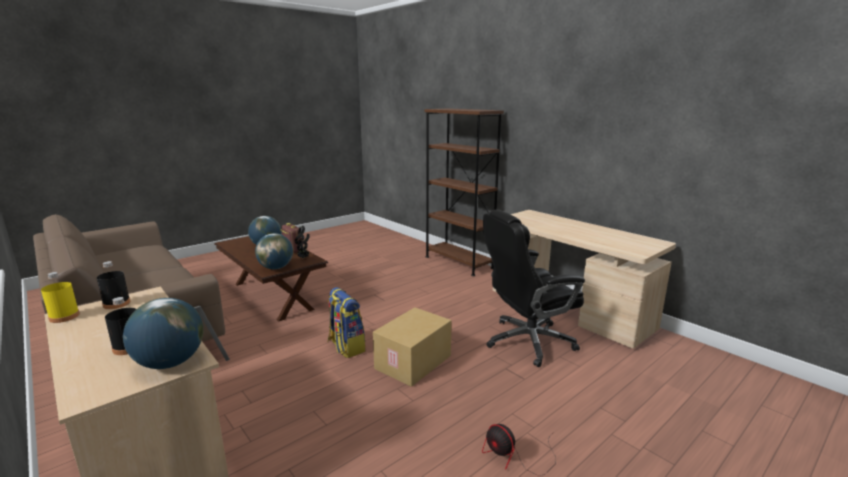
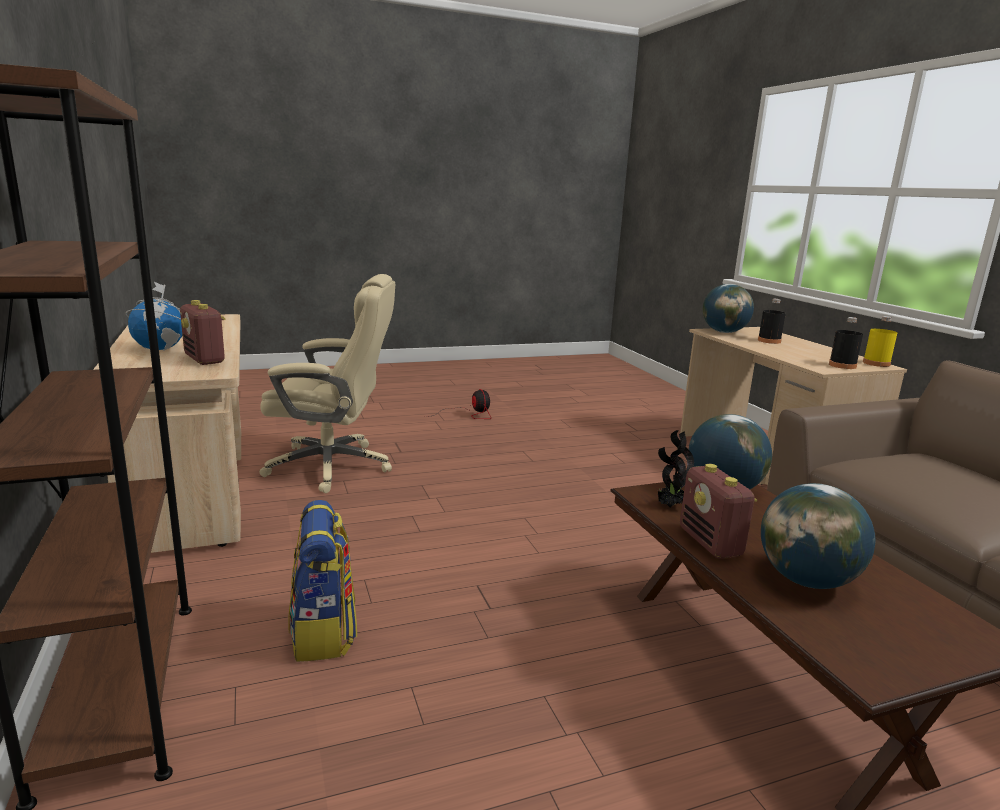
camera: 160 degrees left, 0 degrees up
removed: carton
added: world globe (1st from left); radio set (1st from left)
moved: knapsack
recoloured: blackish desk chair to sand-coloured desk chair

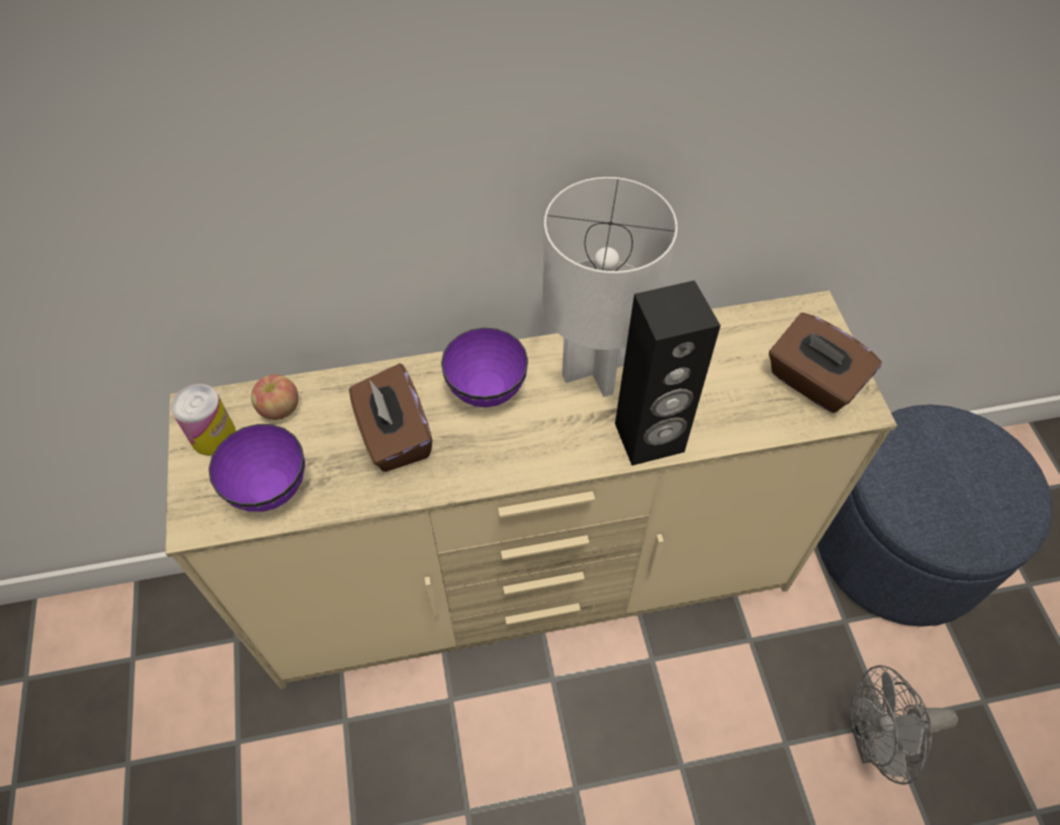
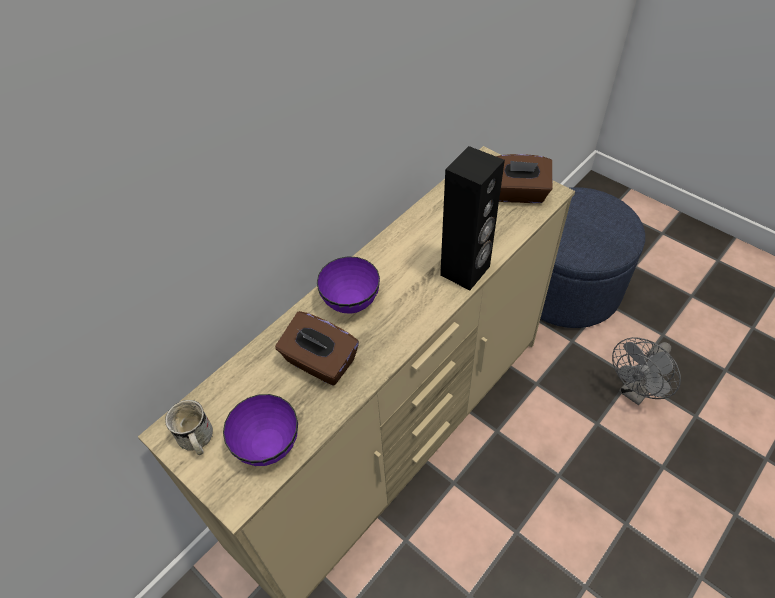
camera: 35 degrees left, 5 degrees down
removed: apple; white lamp for a table
replaced: sealed can to white mug

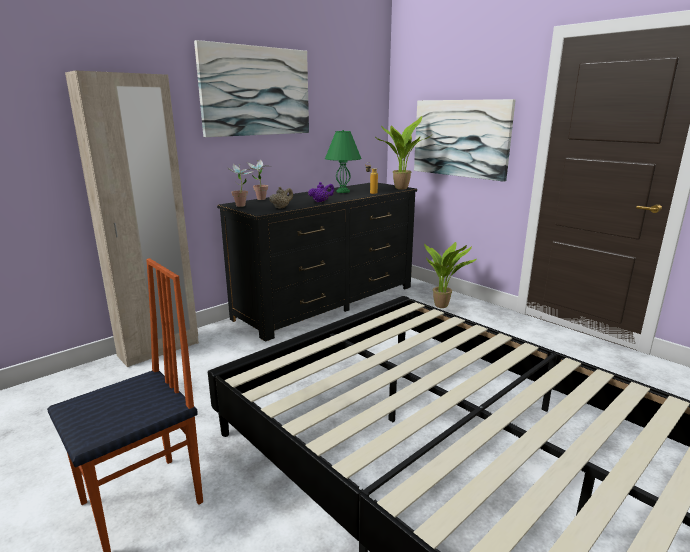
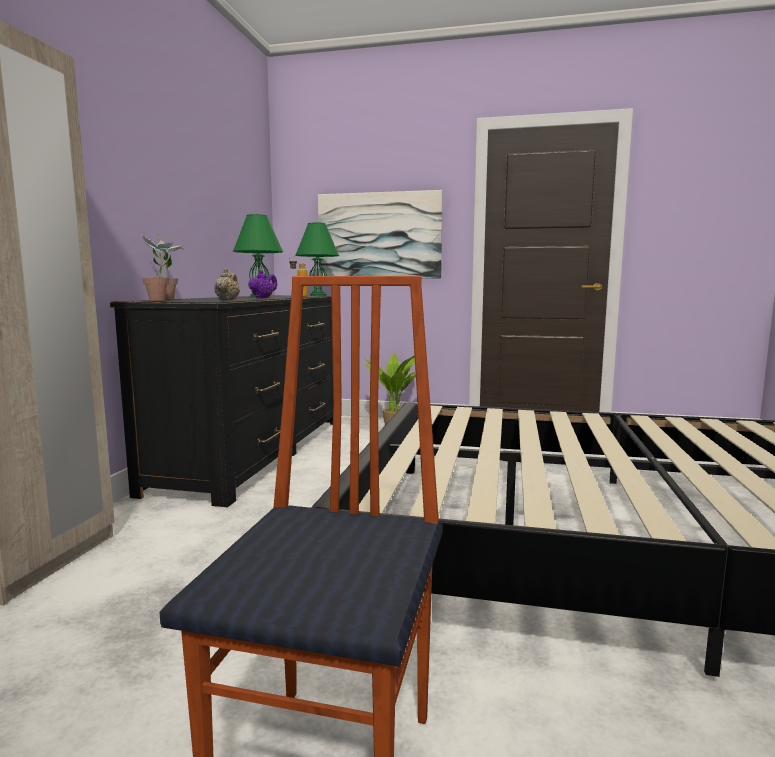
camera: 35 degrees left, 10 degrees down
removed: wall art (1st from left)
replaced: houseplant (3rd from left) to greenish lamp for a table (2nd from left)

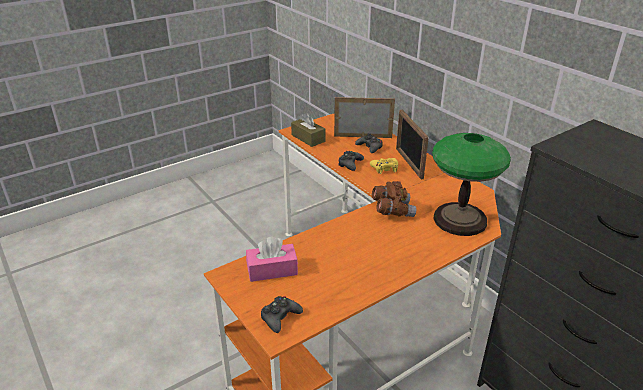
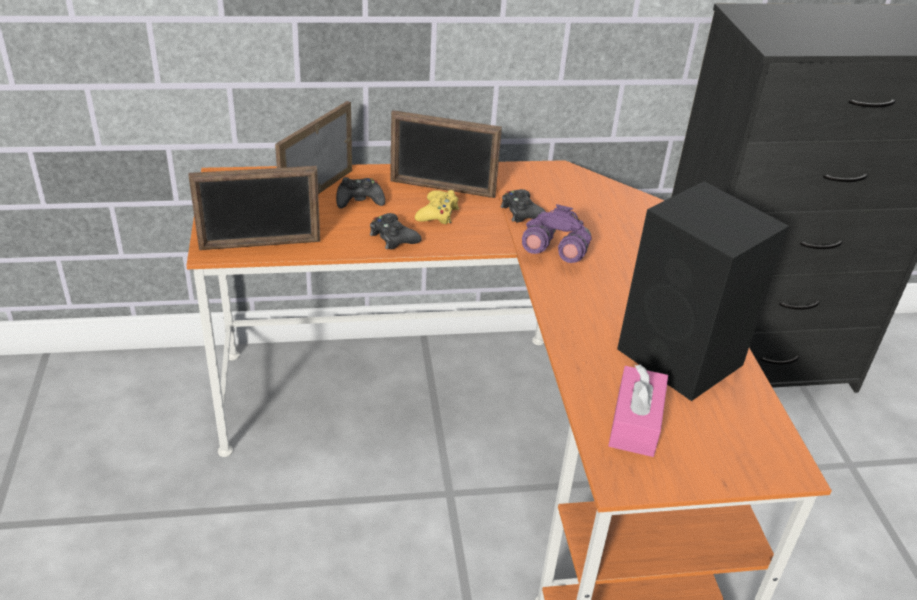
camera: 65 degrees left, 5 degrees up
removed: lamp for a table
added: blackish audio speaker
moved: blackish game controller (1st from left in the first image) to blackish game controller (3rd from left)
replaced: brown-coloured tissue box to picture frame (1st from left)
recoloured: brown-coloured field glasses to purplish field glasses

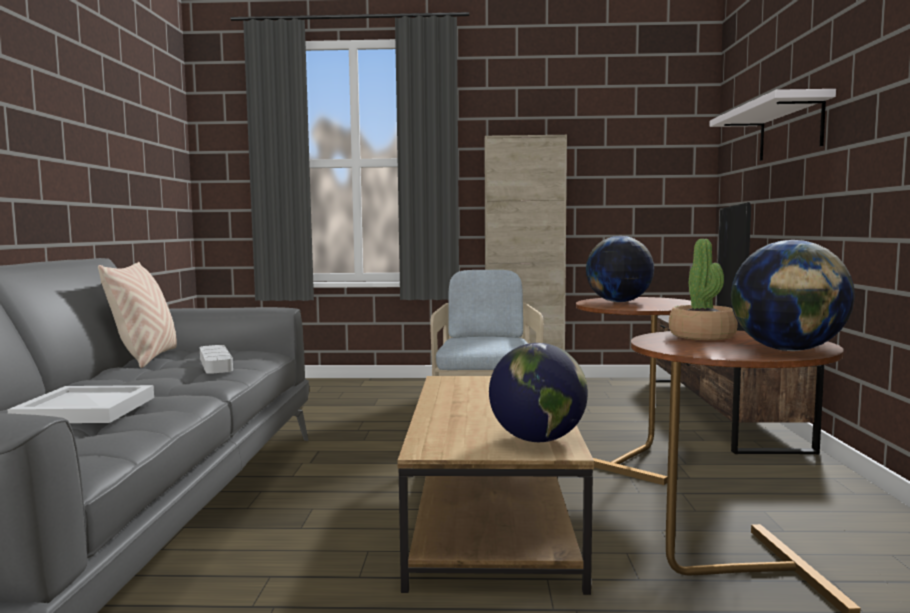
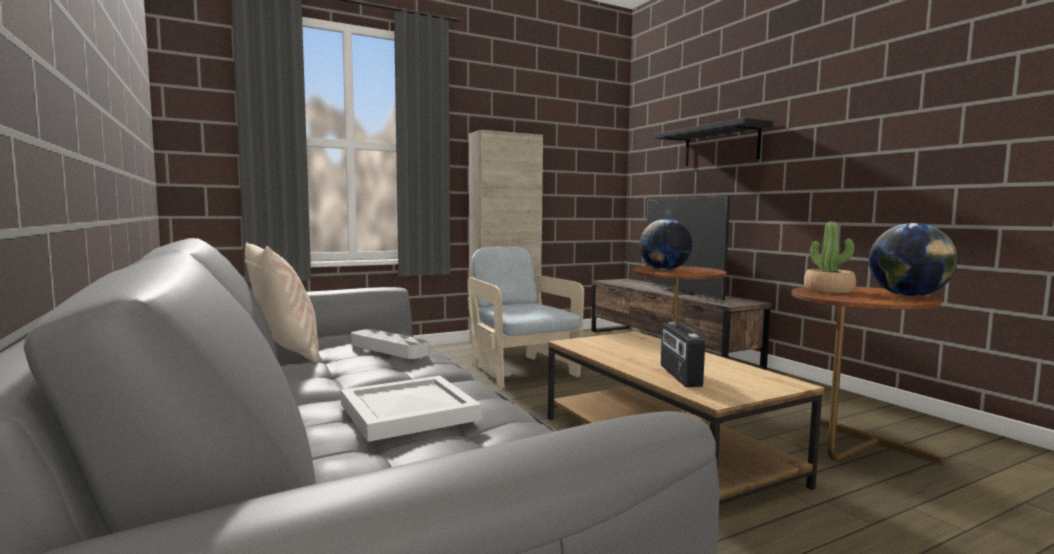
camera: 30 degrees left, 0 degrees up
removed: world globe (1st from left)
added: radio set
recoloured: white wall shelf to blackish wall shelf

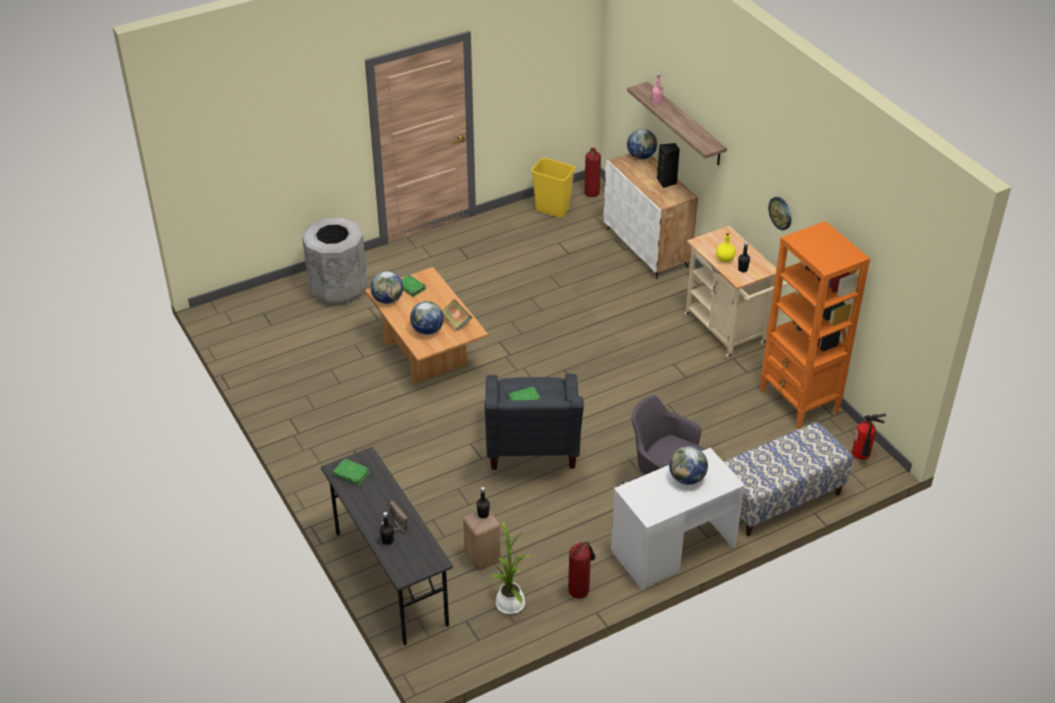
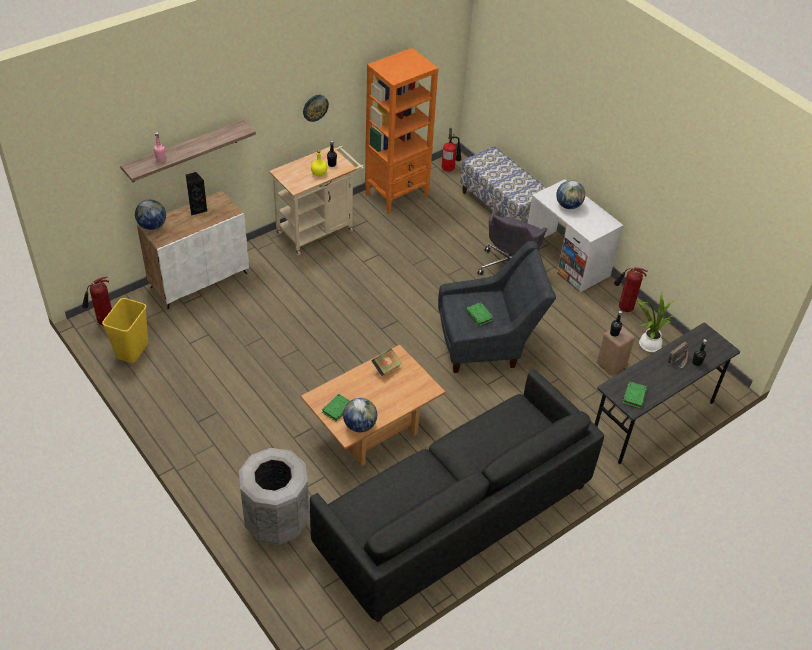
camera: 100 degrees left, 5 degrees up
removed: world globe (2nd from left)
added: blackish sofa

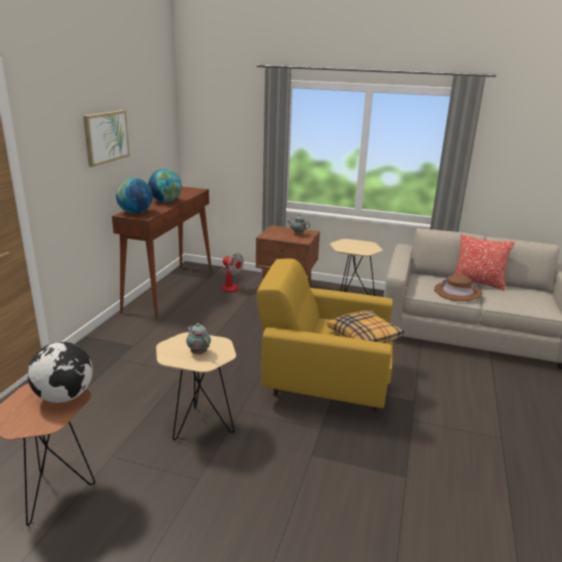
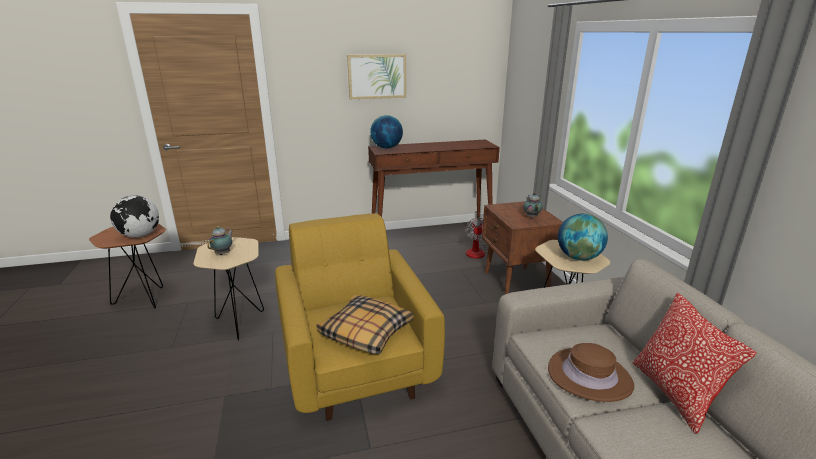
camera: 60 degrees right, 0 degrees up
moved: world globe (3rd from left)

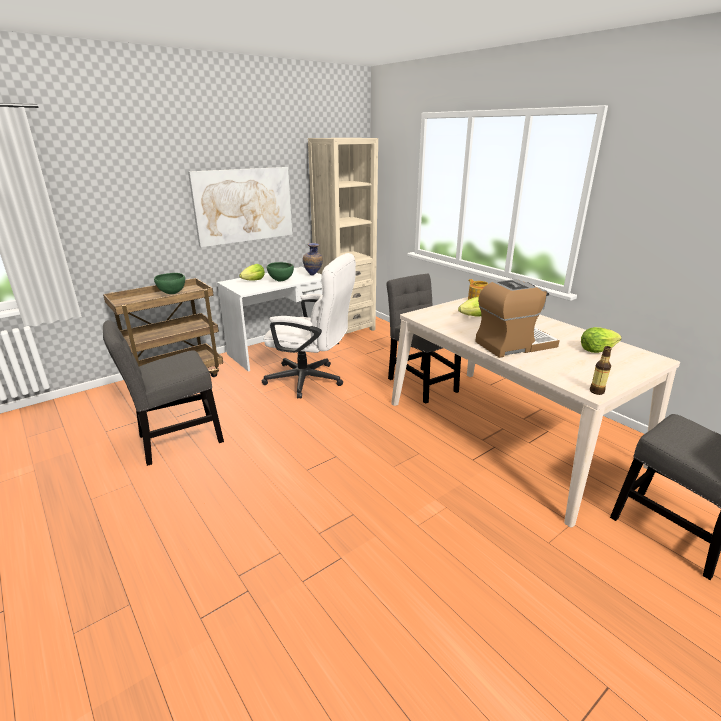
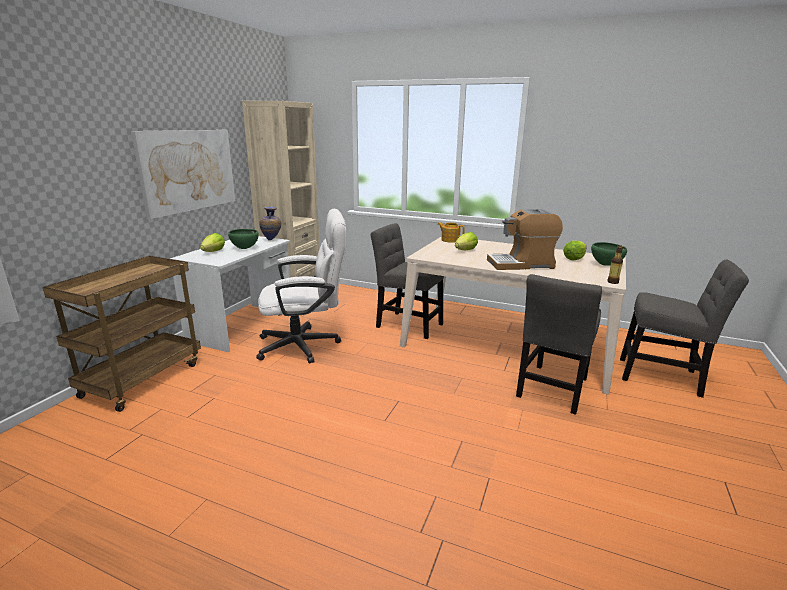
camera: 30 degrees left, 5 degrees down
moved: grey plain chair (1st from left in the first image) to grey plain chair (2nd from left); greenish deep dish (1st from left in the first image) to greenish deep dish (2nd from left)
turned: coffee brewer 135 degrees counterclockwise

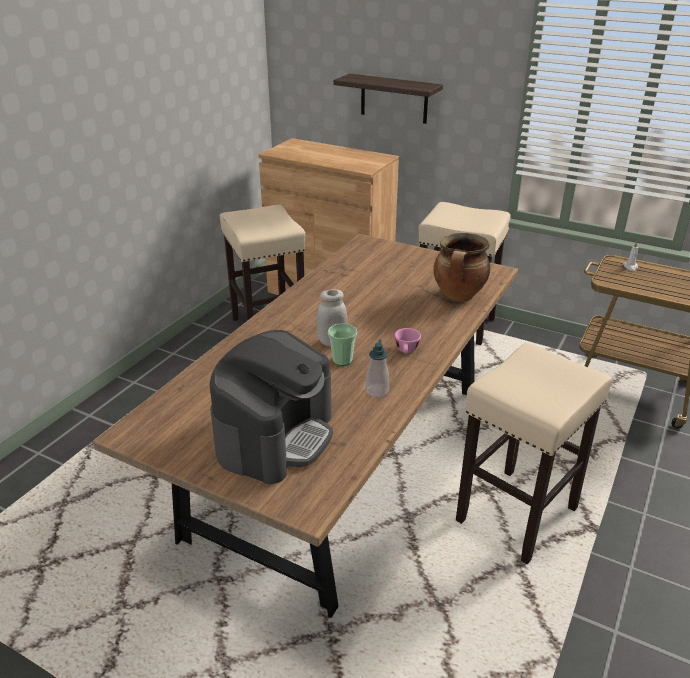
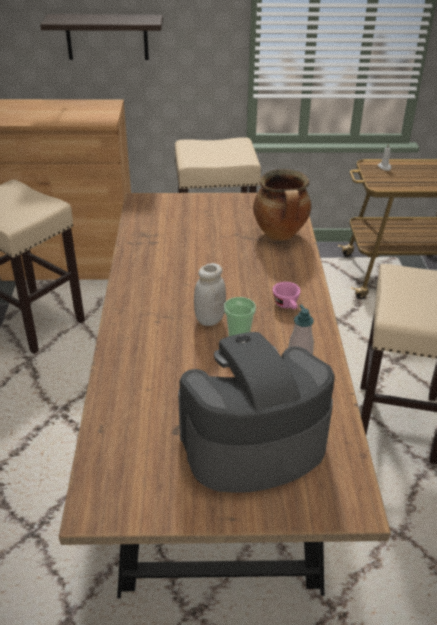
camera: 30 degrees left, 5 degrees up
turned: coffee brewer 105 degrees counterclockwise

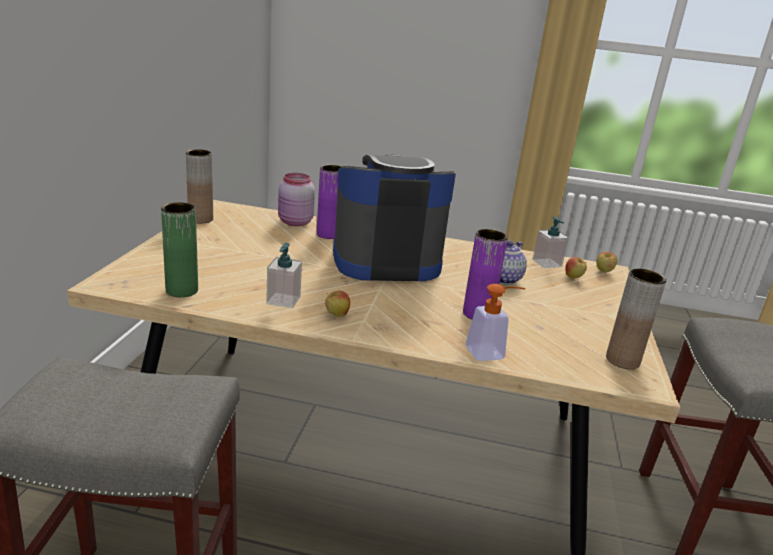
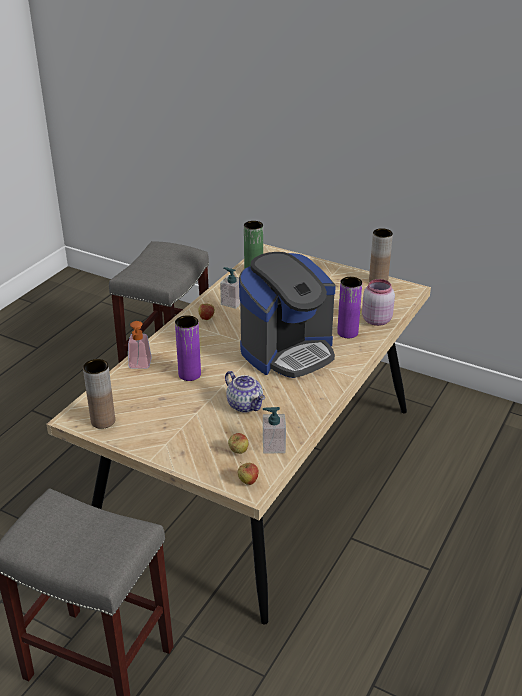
camera: 110 degrees right, 10 degrees up
turned: coffee brewer 45 degrees clockwise

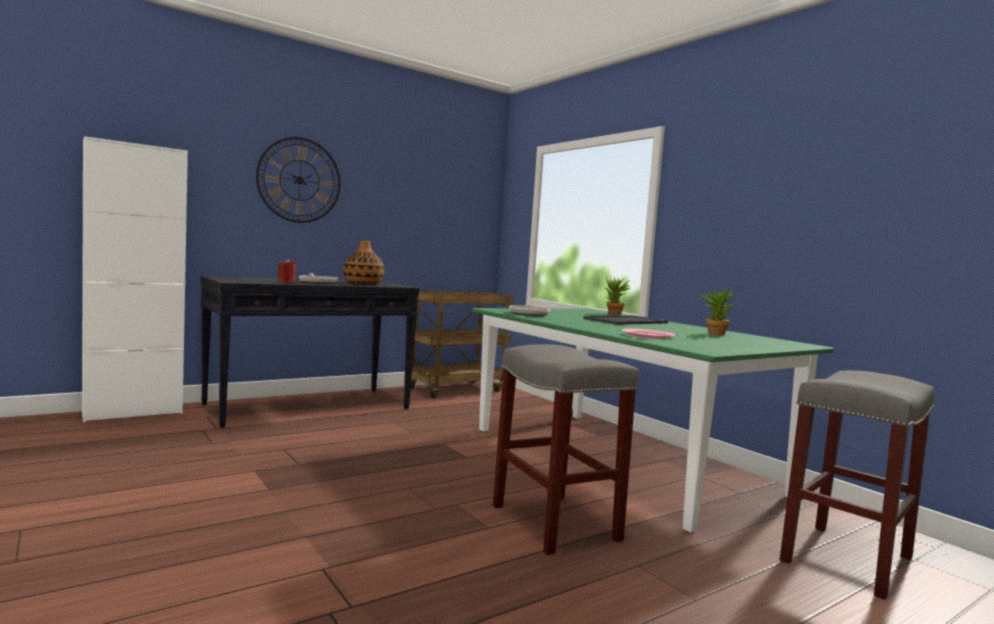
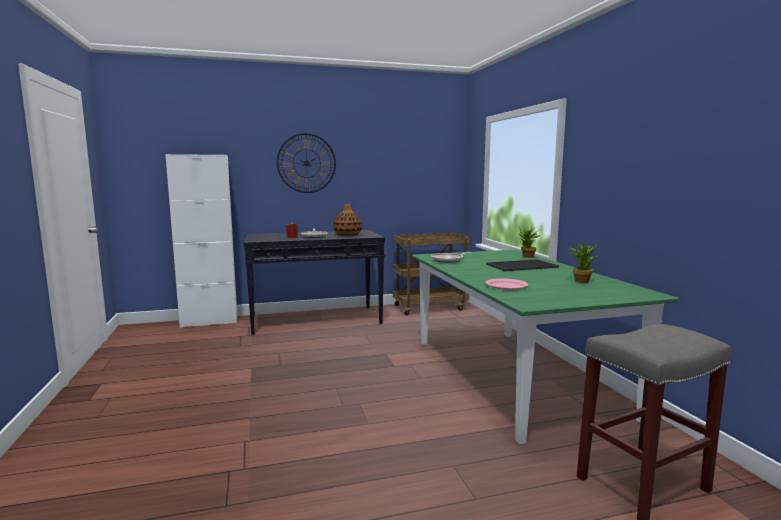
camera: 20 degrees right, 5 degrees up
removed: grey sitting stool (1st from left)

